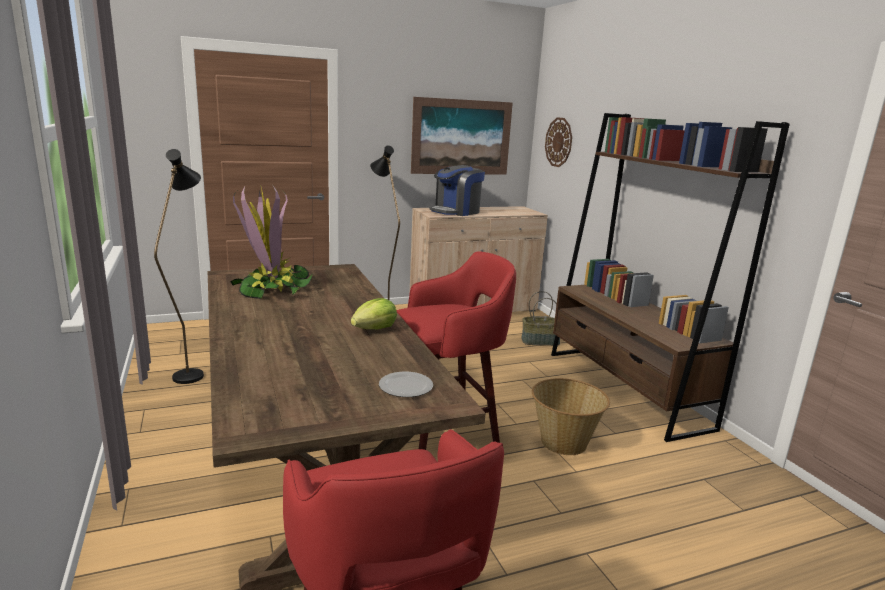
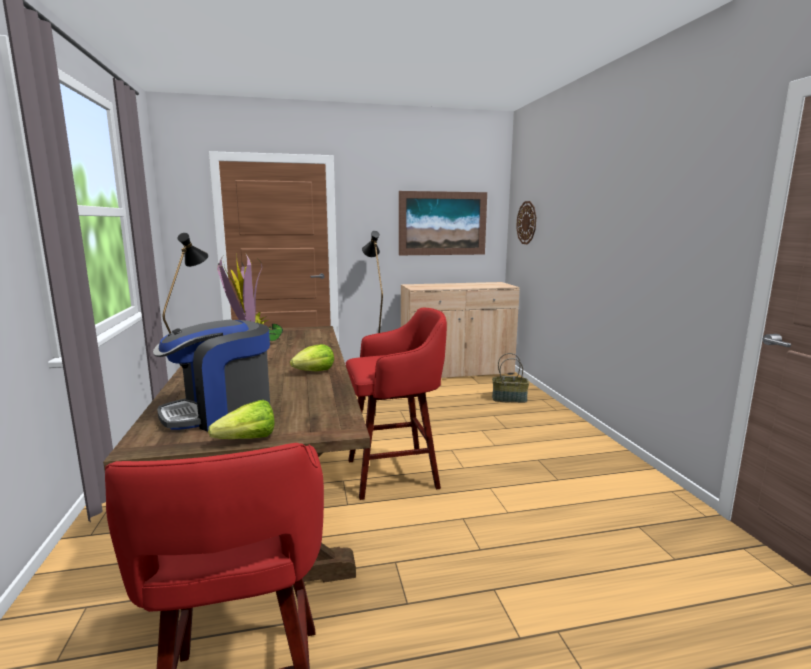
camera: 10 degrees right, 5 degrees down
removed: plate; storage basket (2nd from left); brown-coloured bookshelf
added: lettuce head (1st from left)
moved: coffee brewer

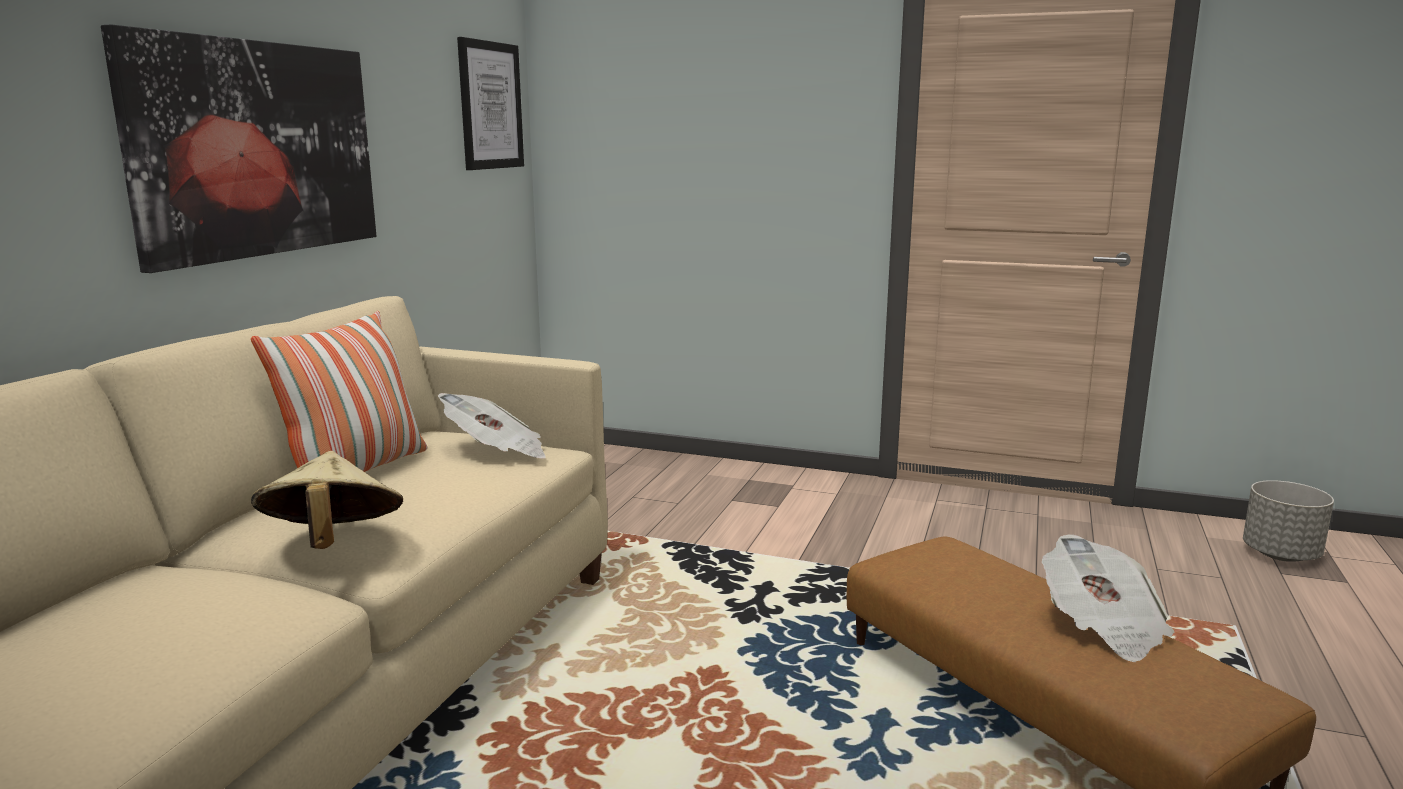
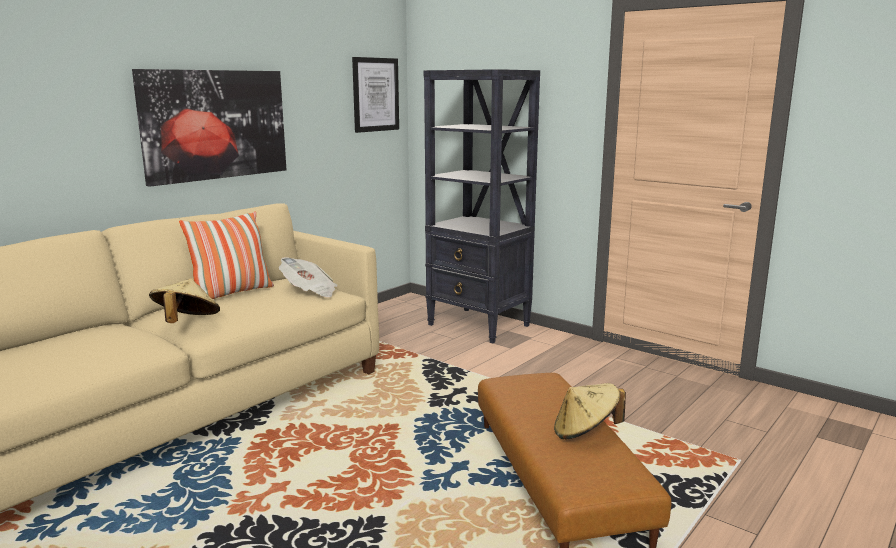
camera: 20 degrees right, 0 degrees up
removed: grey planter
added: blackish bookshelf
replaced: daily paper (2nd from left) to sand-coloured wearable hat (2nd from left)

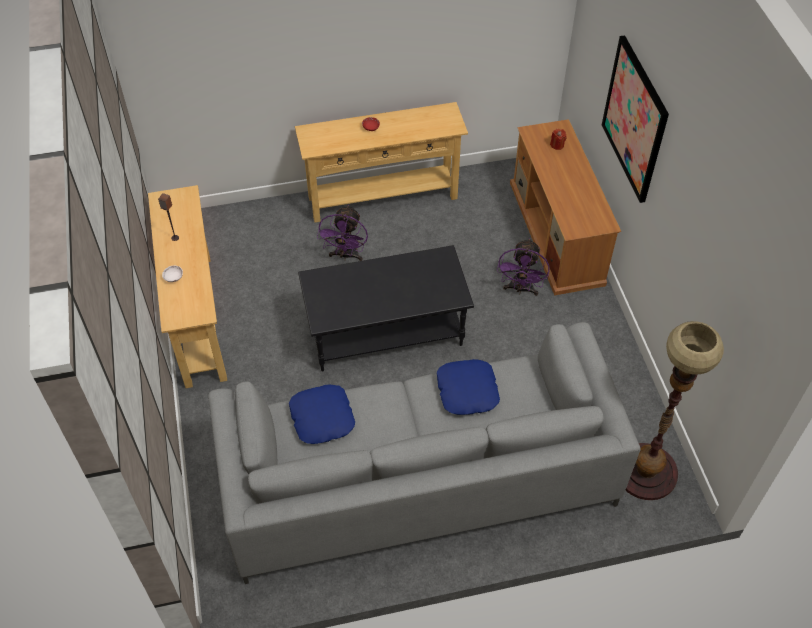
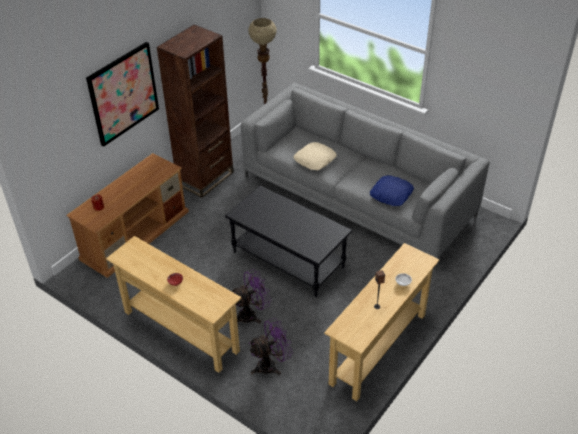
camera: 130 degrees left, 10 degrees down
added: brown-coloured bookshelf
moved: purplish electric fan (2nd from left)
recoloured: blue cushion (2nd from left) to sand-coloured cushion

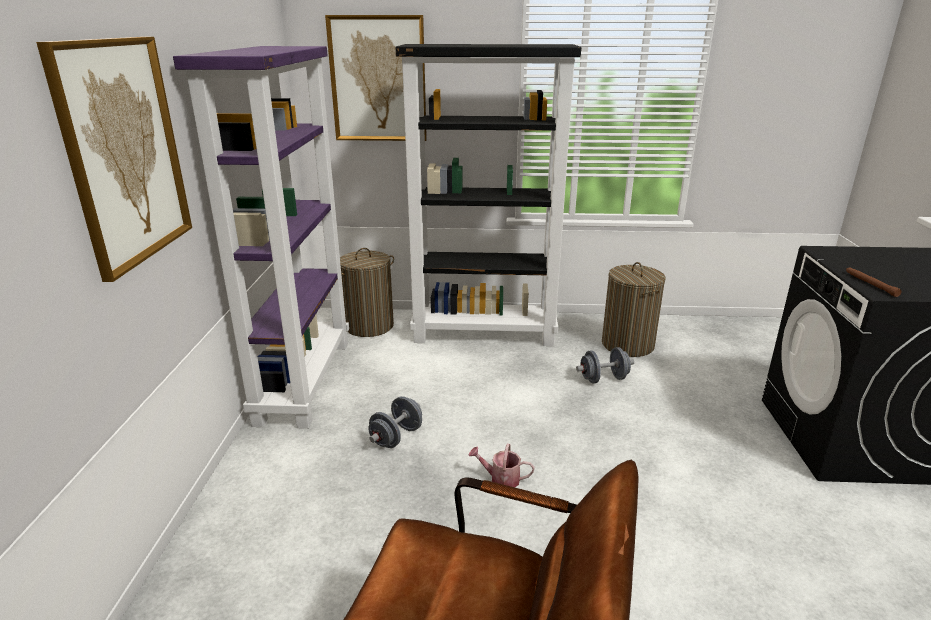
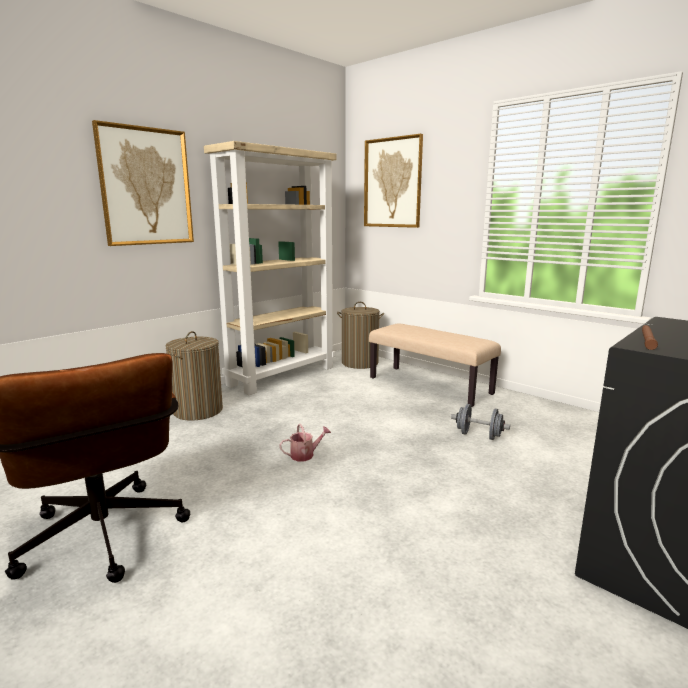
camera: 40 degrees right, 10 degrees down
removed: grey hand weight (1st from left)
moved: washing basket (2nd from left in the first image) to washing basket (1st from left)
replaced: blackish bookshelf to sand-coloured indoor bench
recoloured: purplish bookshelf to sand-coloured bookshelf
turned: watering pot 105 degrees clockwise

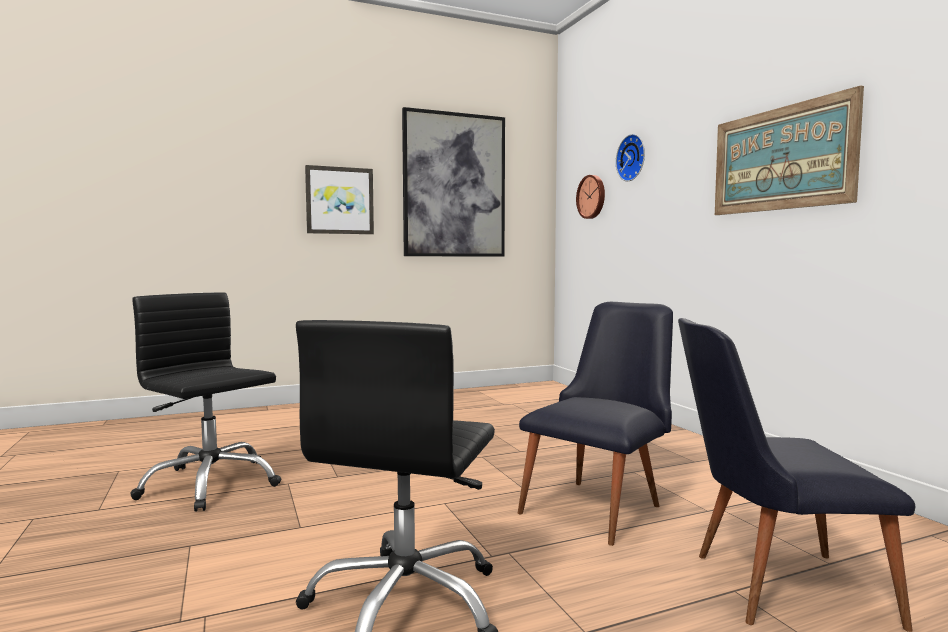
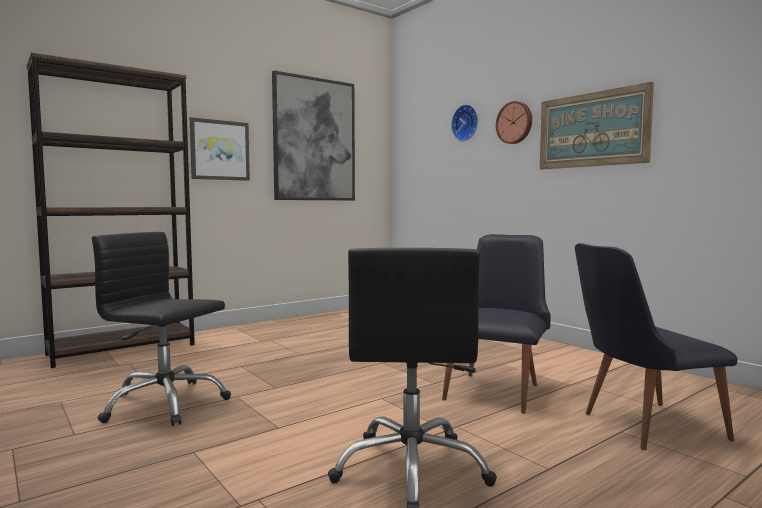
camera: 15 degrees left, 0 degrees up
added: brown-coloured bookshelf
moved: wall clock (1st from left in the first image) to wall clock (2nd from left)

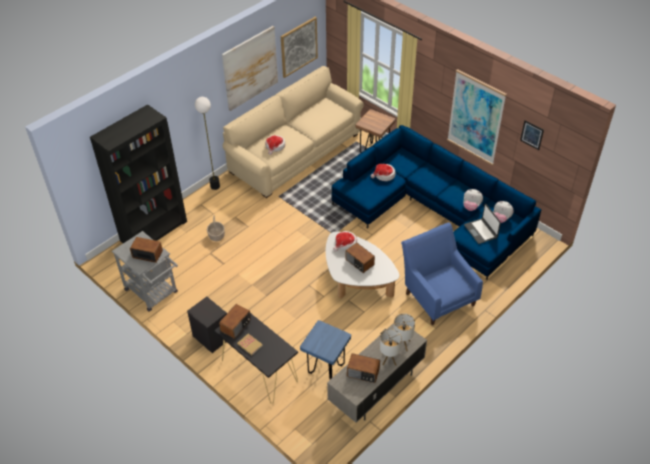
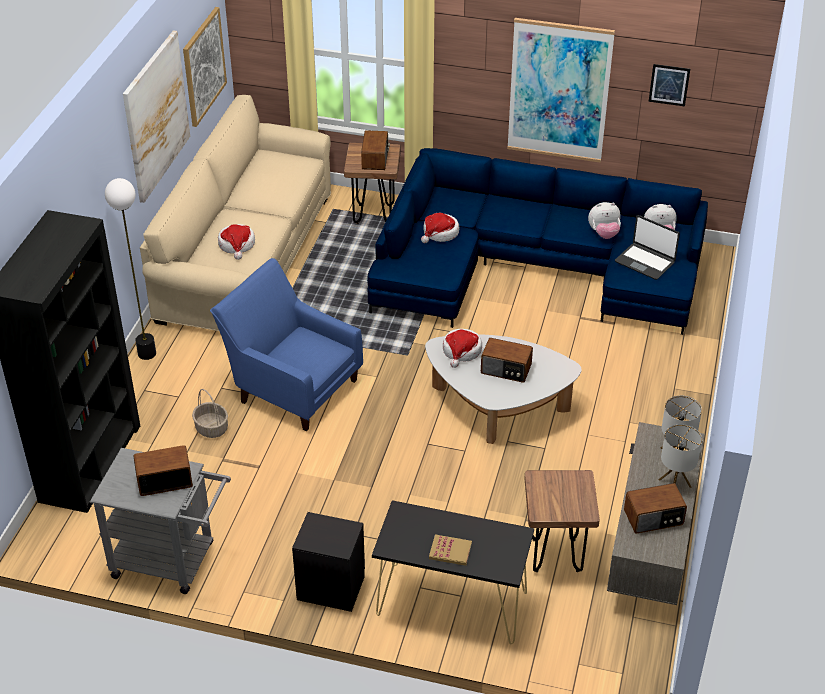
camera: 30 degrees left, 5 degrees down
moved: radio set (2nd from left); blue lounge chair
recoloured: blue sitting stool to brown-coloured sitting stool (2nd from left)

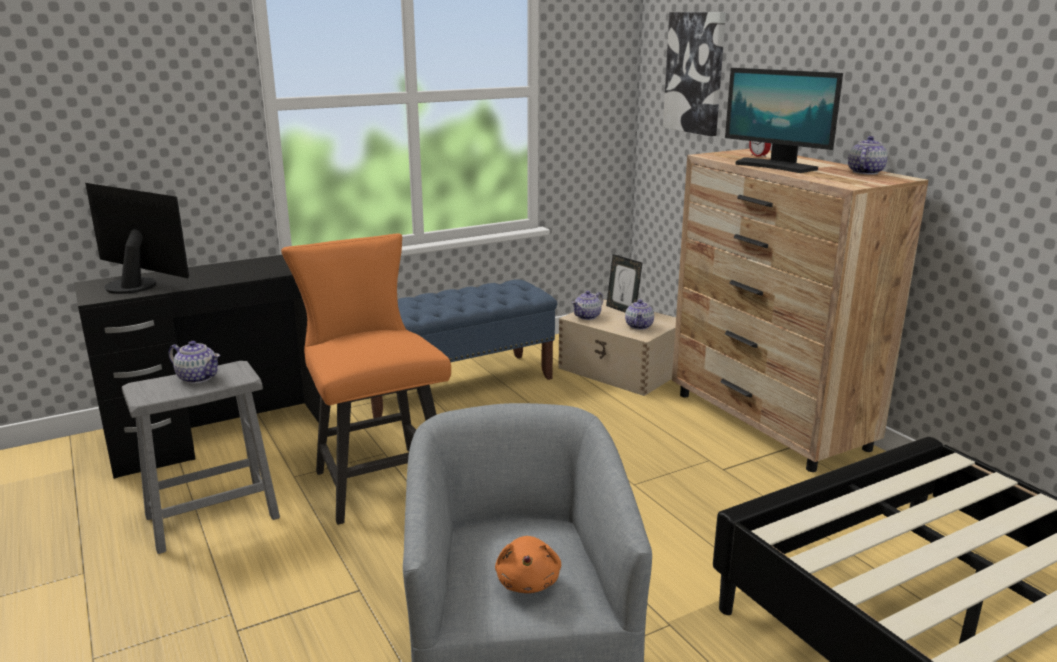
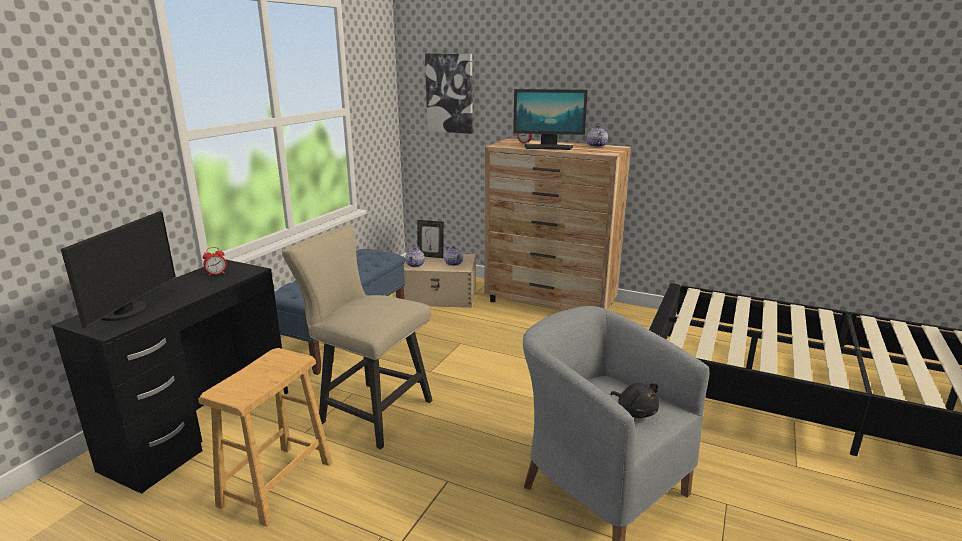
camera: 35 degrees left, 0 degrees up
removed: tea pot (1st from left)
added: bedside clock (1st from left)
recoloured: grey sitting stool to brown-coloured sitting stool; orange plain chair to sand-coloured plain chair; orange soft toy to blackish soft toy
turned: monitor (1st from left) 105 degrees clockwise

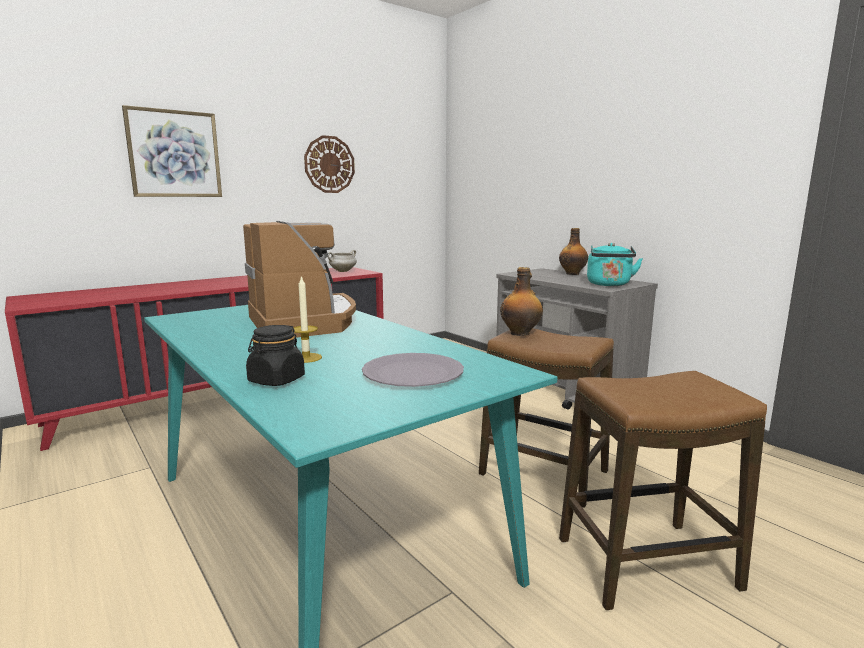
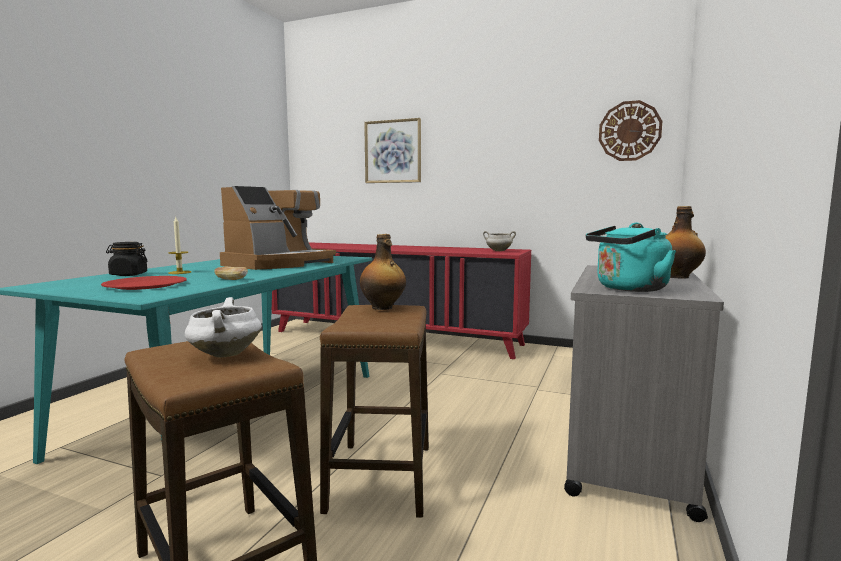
camera: 60 degrees right, 5 degrees down
added: white saucepot (1st from left); bakery bread
moved: wall clock
recoloured: grey plate to red plate

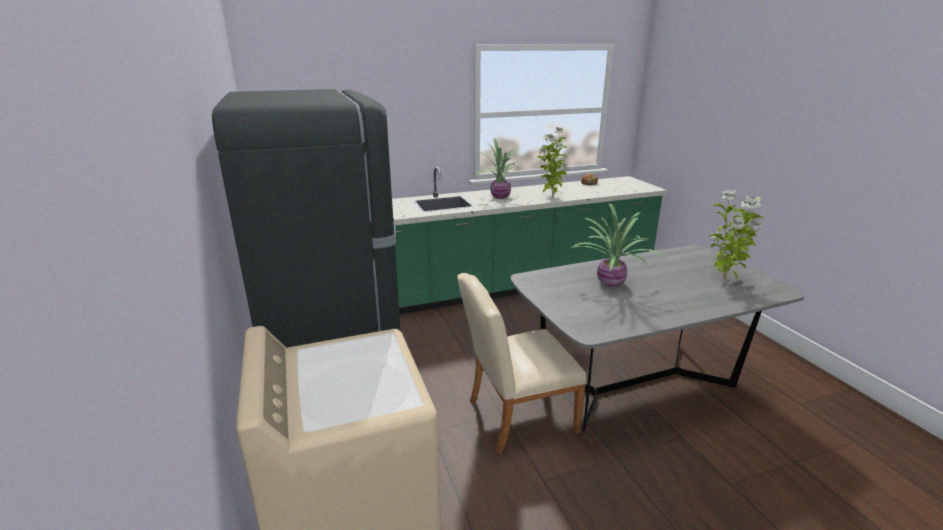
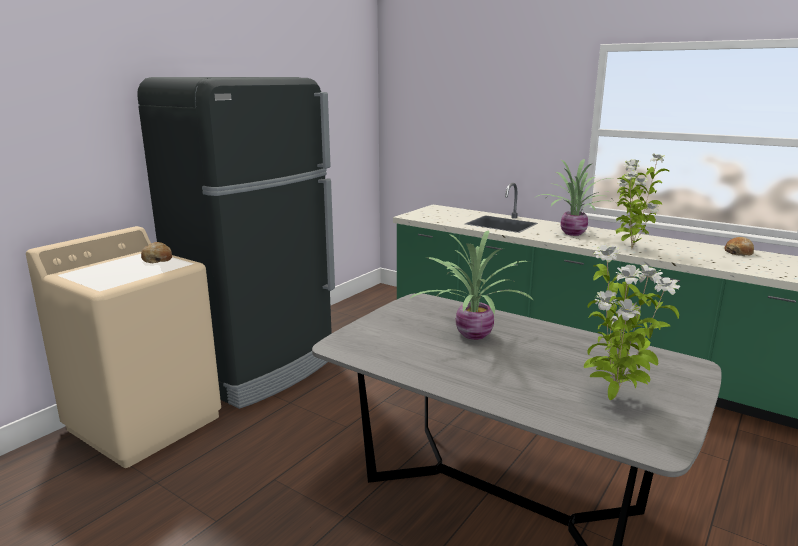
camera: 55 degrees right, 5 degrees down
removed: sand-coloured plain chair
added: bakery bread (1st from left)

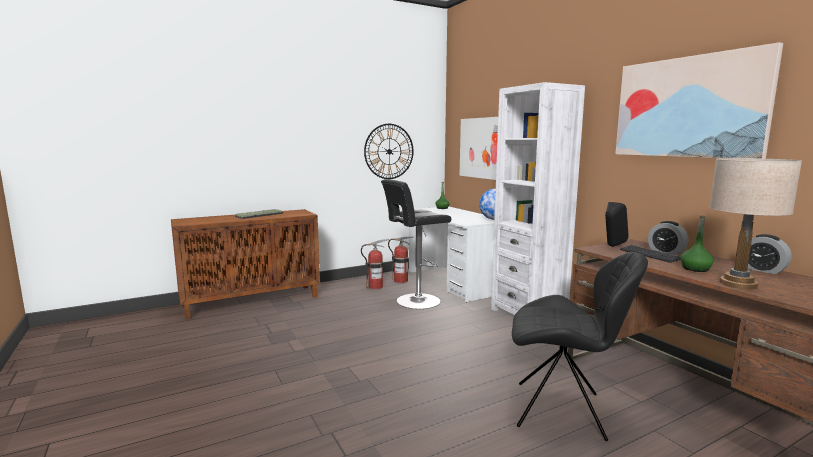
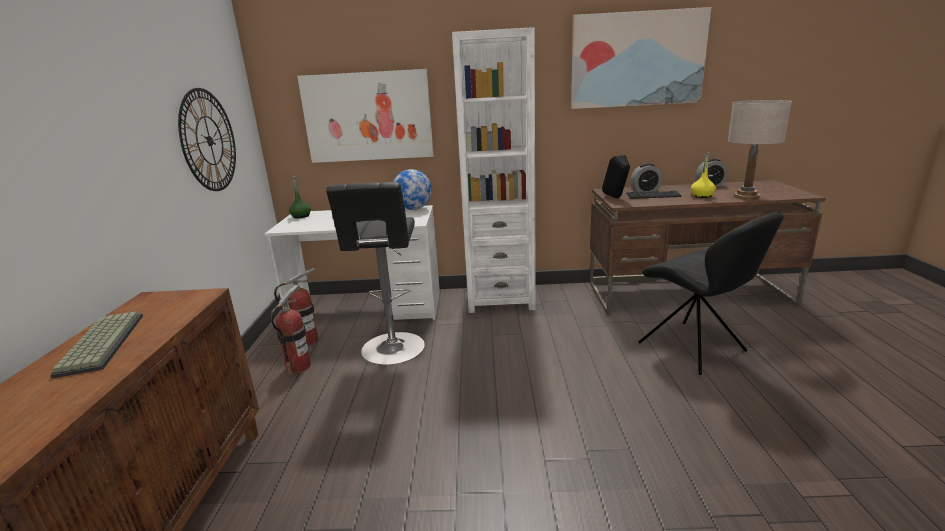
camera: 60 degrees left, 10 degrees up
recoloured: greenish bottle (2nd from left) to yellow-coloured bottle
turned: blackish plain chair 105 degrees clockwise

